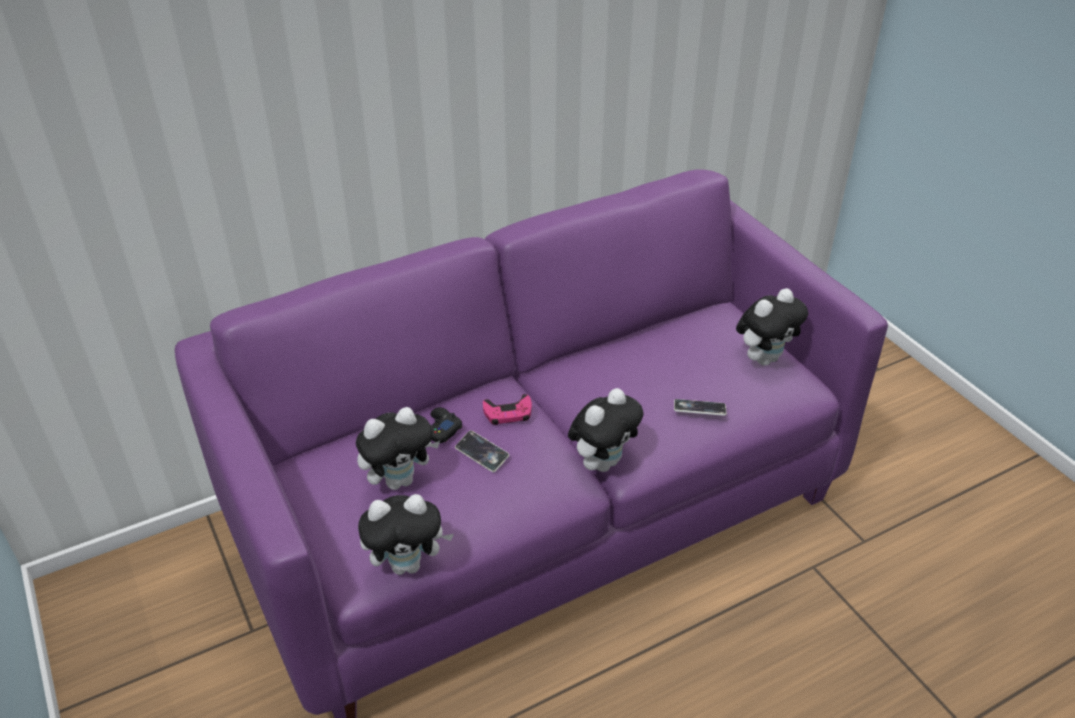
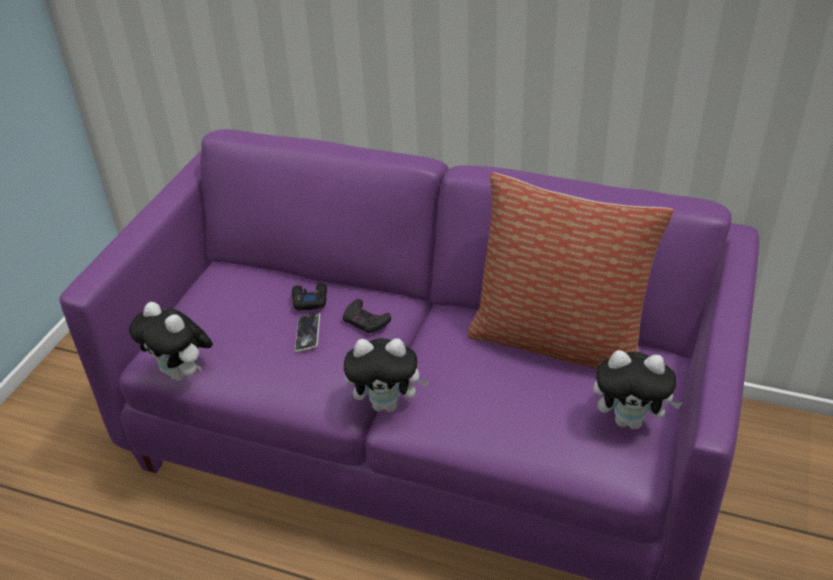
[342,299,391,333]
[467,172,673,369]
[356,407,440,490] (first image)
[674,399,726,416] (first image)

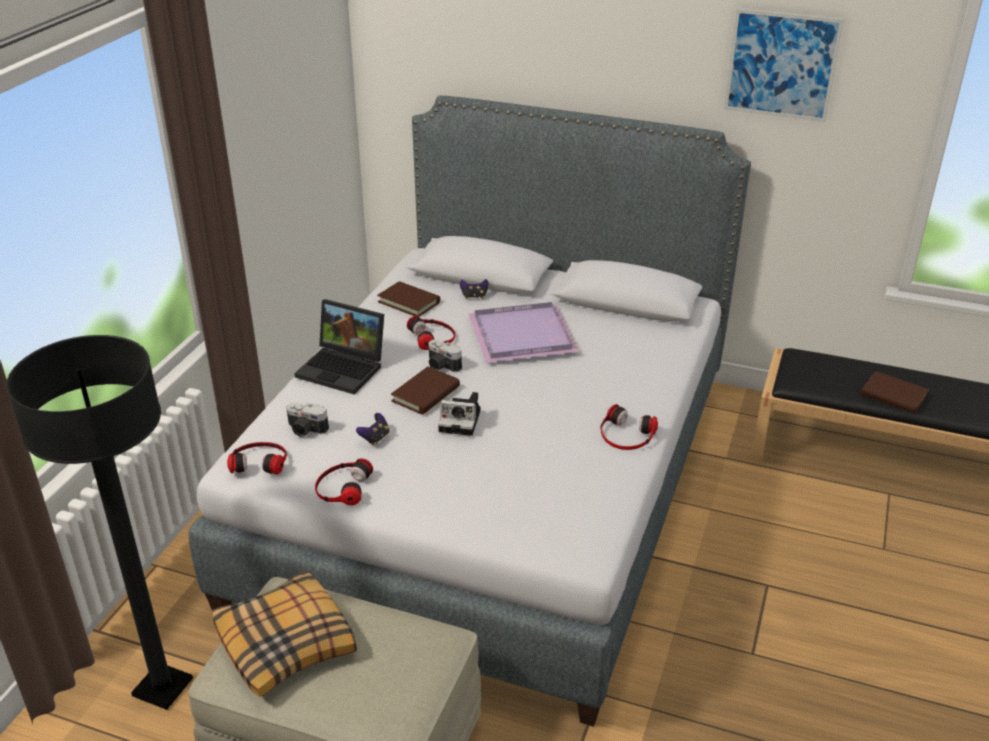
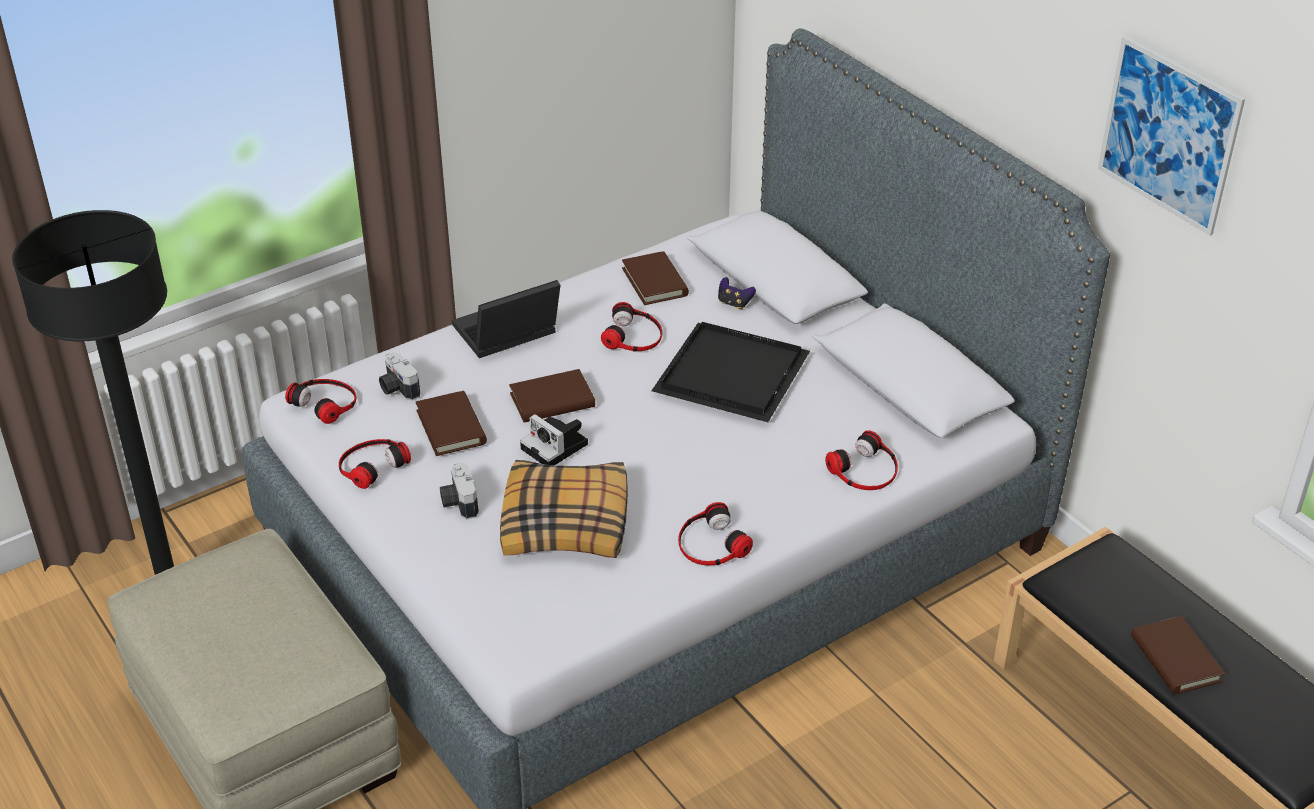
[416,391,487,456]
[440,463,479,519]
[452,280,560,358]
[500,460,628,558]
[651,322,810,422]
[825,430,898,490]

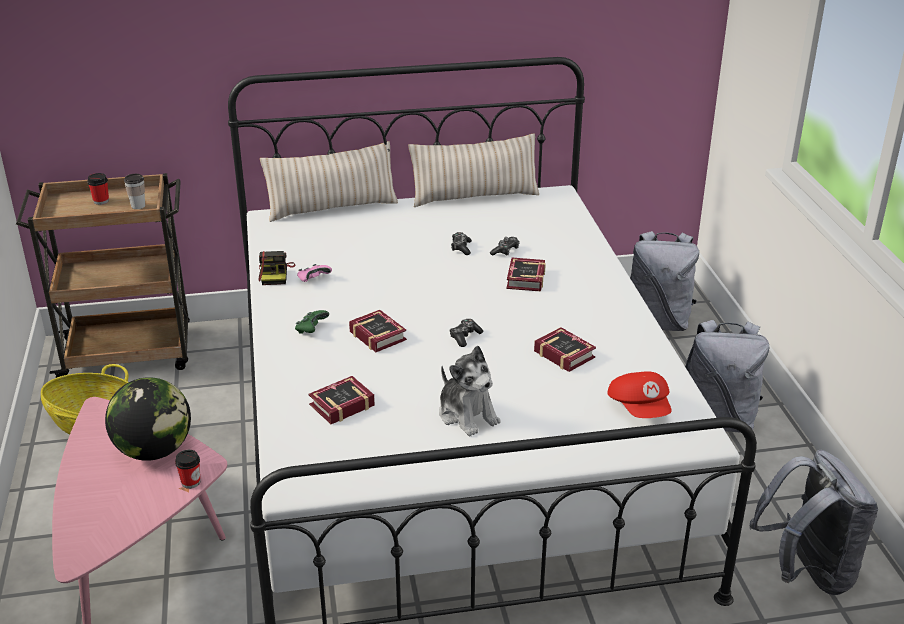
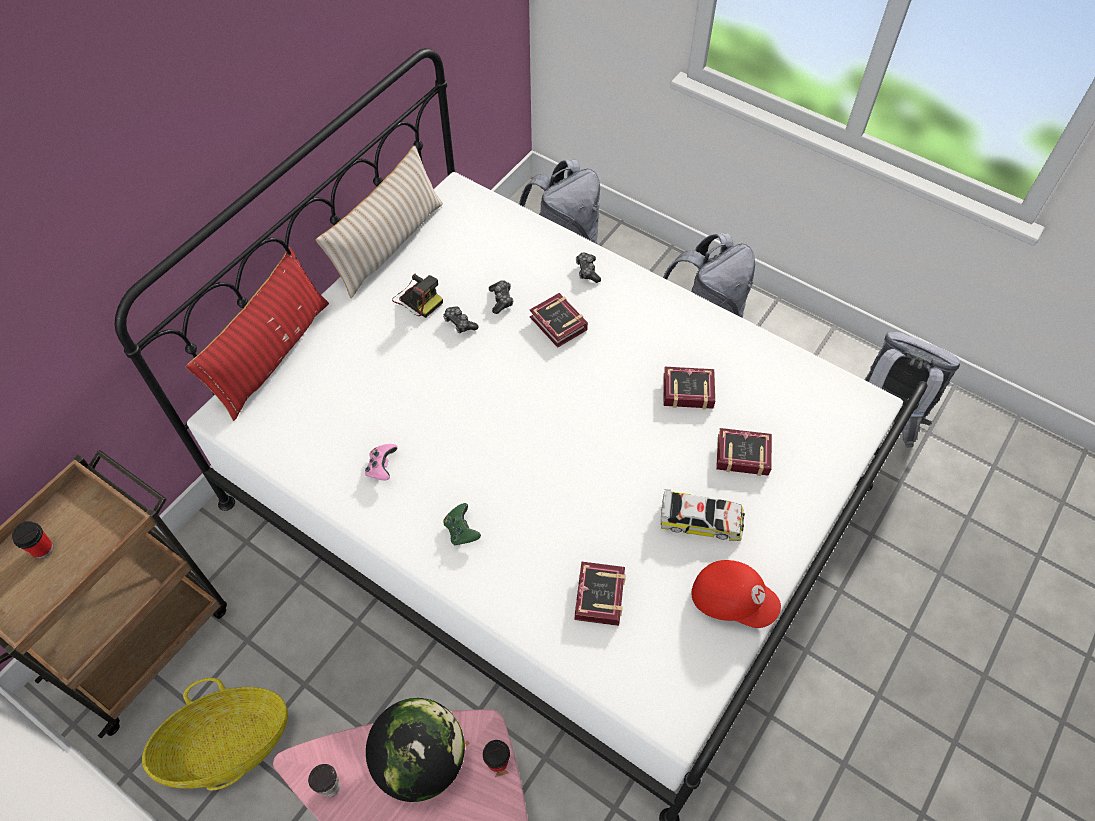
[186,247,329,421]
[308,764,340,797]
[392,273,443,318]
[576,253,601,283]
[660,489,745,541]
[692,560,781,628]
[716,428,772,476]

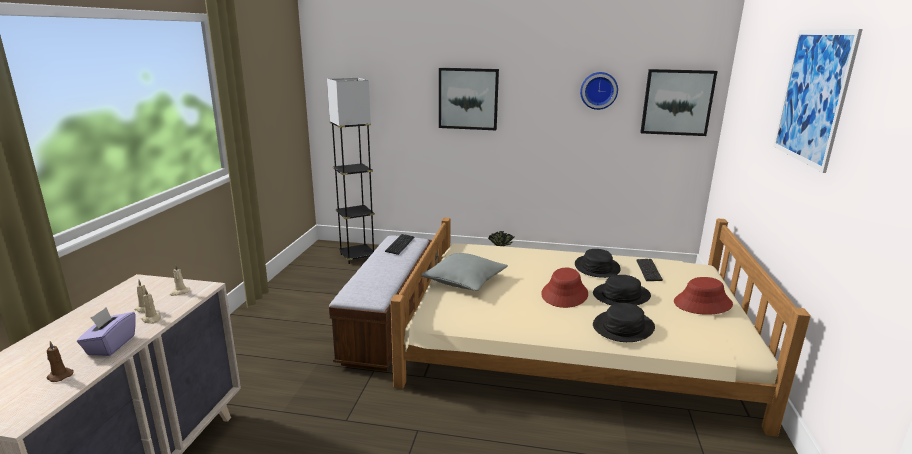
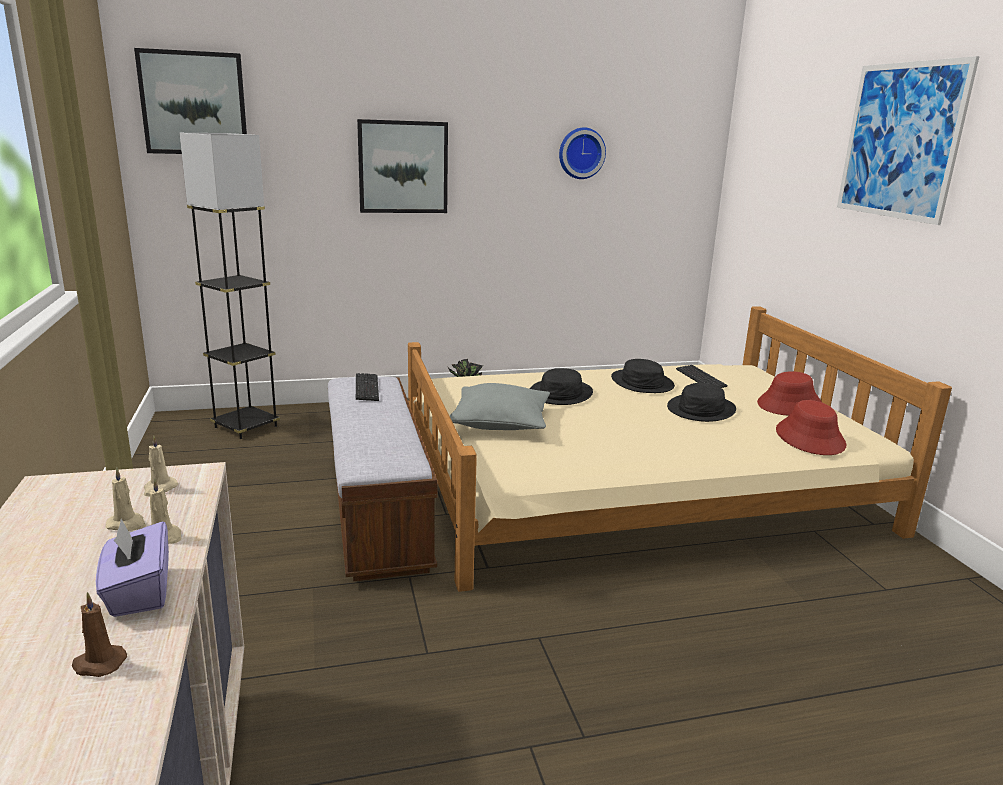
[134,48,247,154]
[530,368,593,405]
[776,400,846,455]

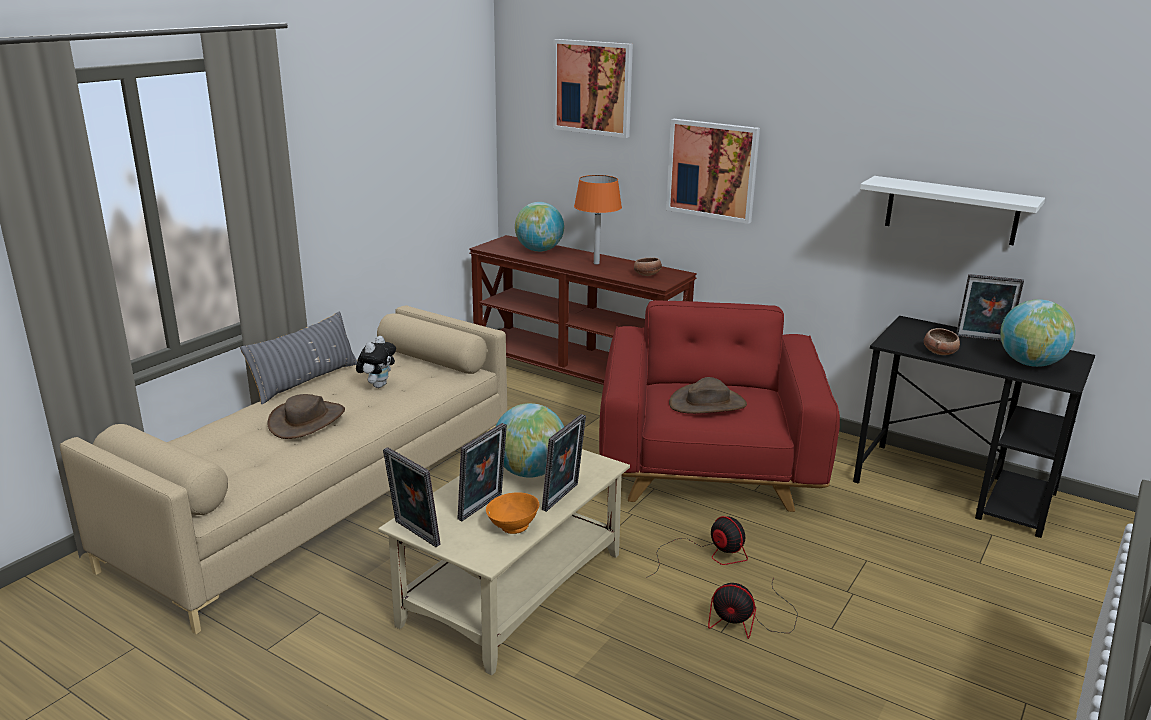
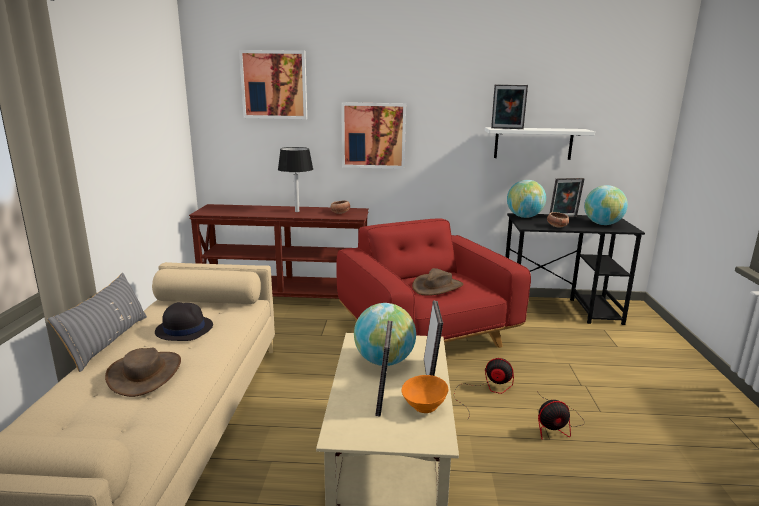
[155,302,213,341]
[278,147,313,212]
[491,84,528,129]
[507,180,546,218]

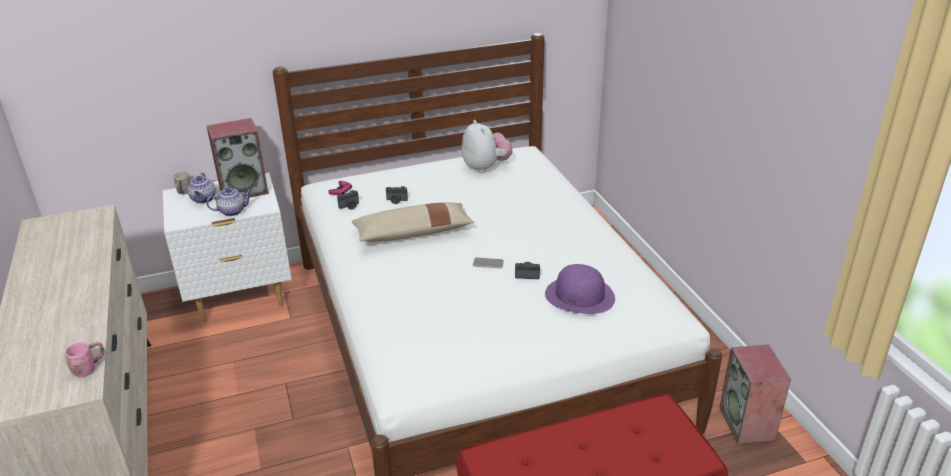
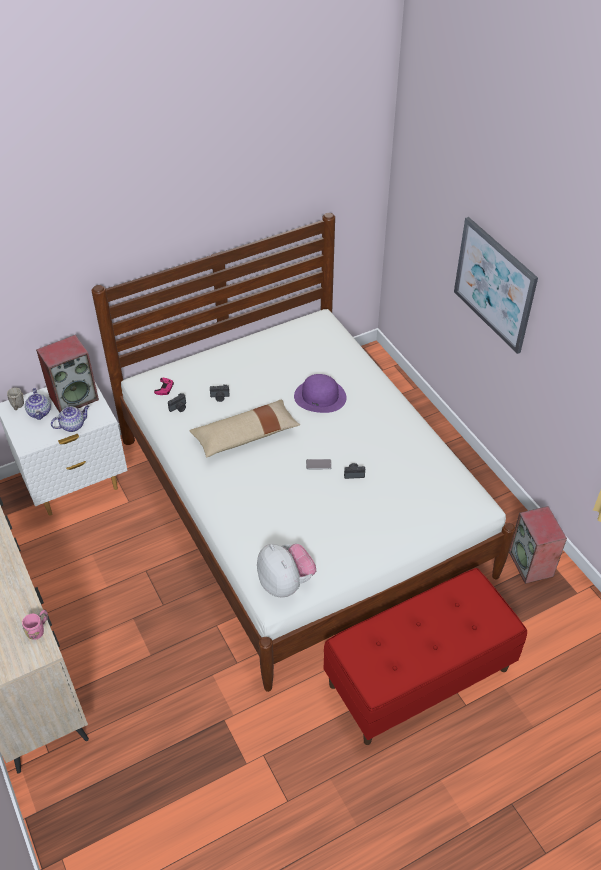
[257,544,316,597]
[294,374,347,413]
[454,217,538,354]

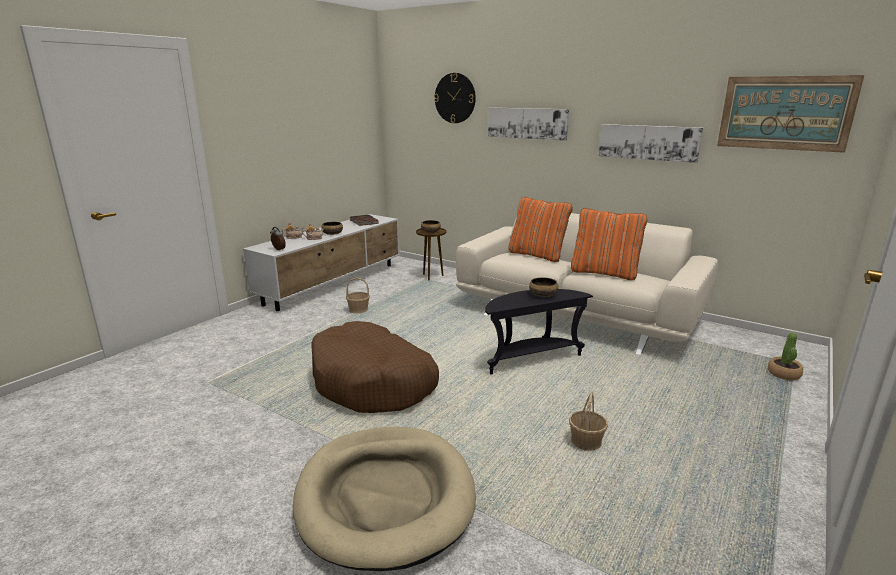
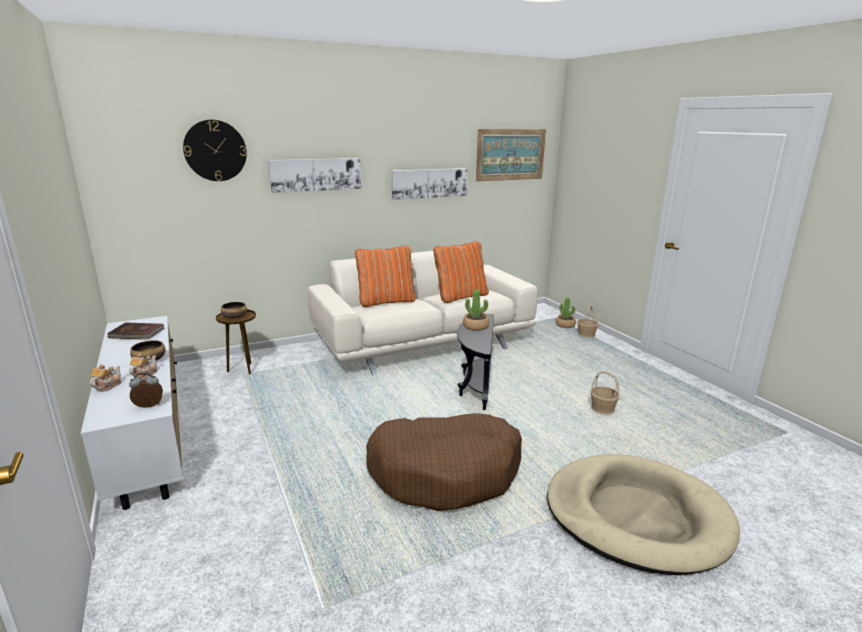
[463,289,489,331]
[577,306,599,338]

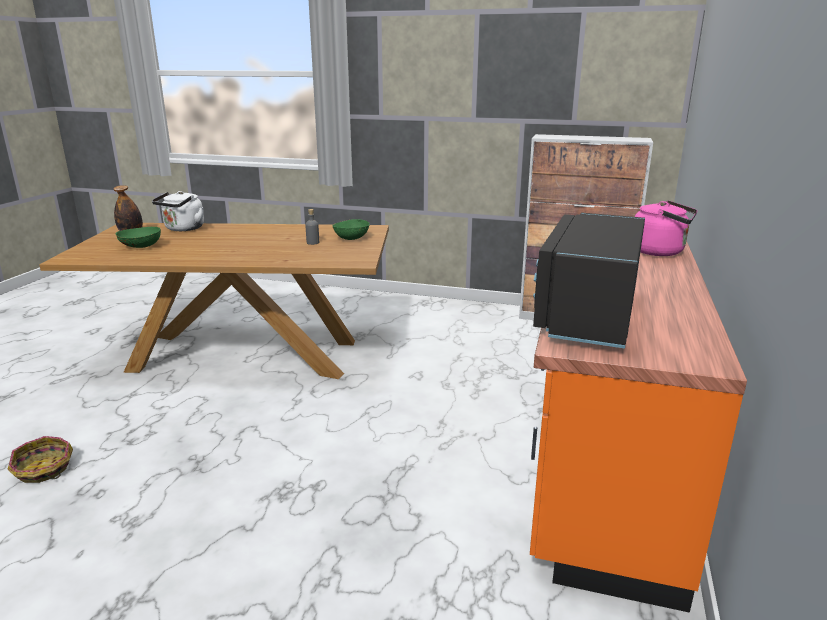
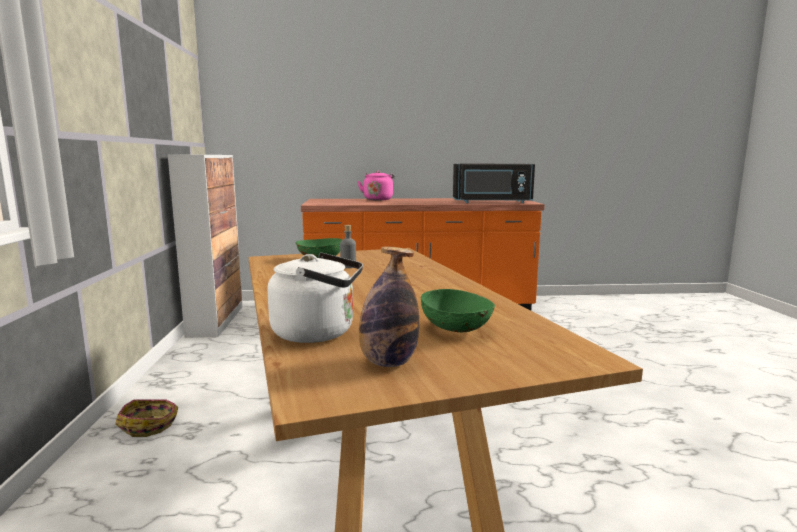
[115,399,178,437]

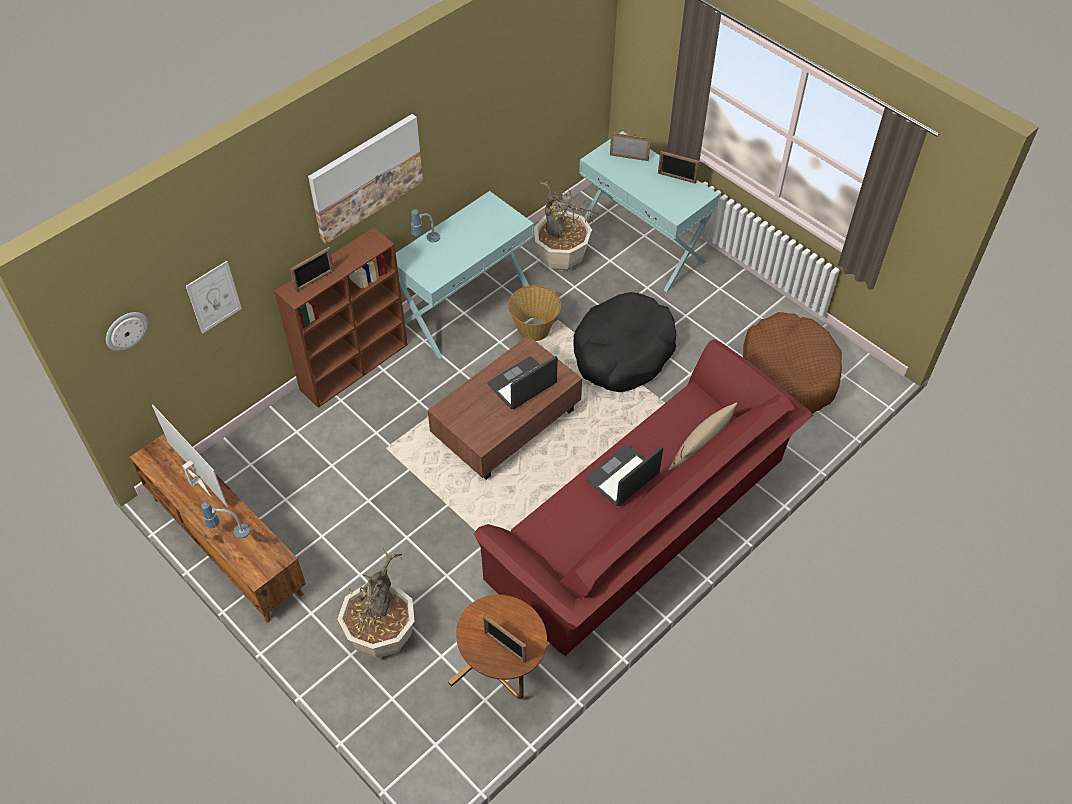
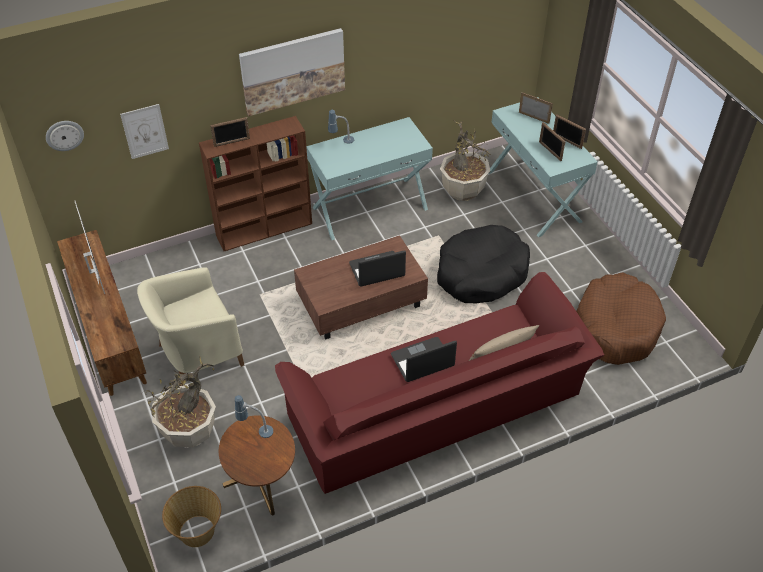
[137,267,244,386]
[162,486,221,547]
[235,395,273,438]
[539,122,566,161]

